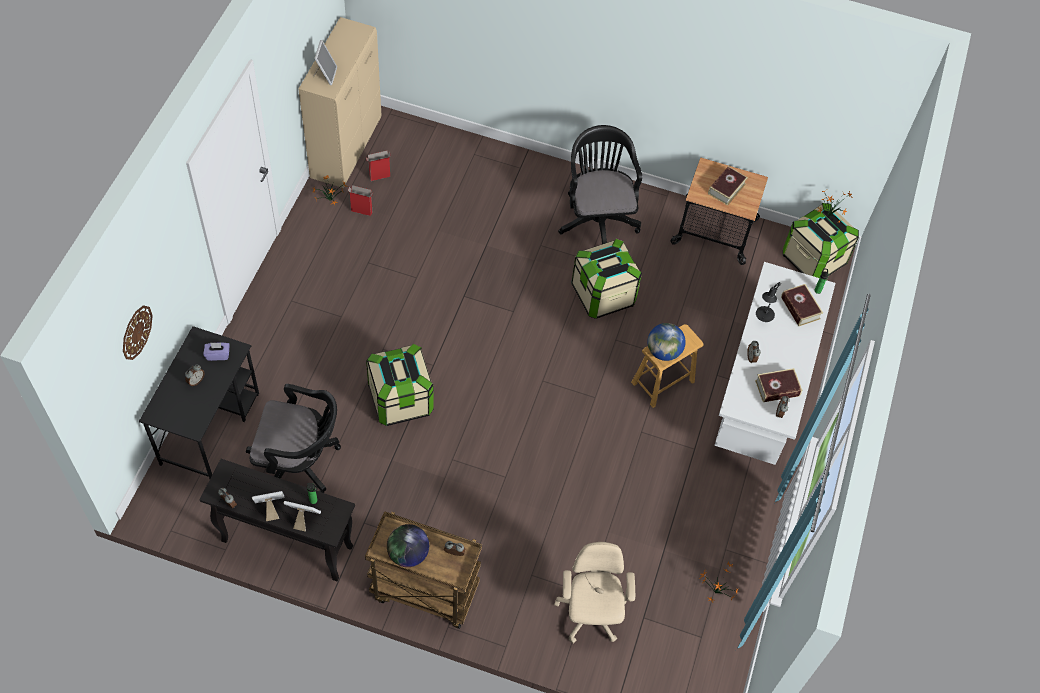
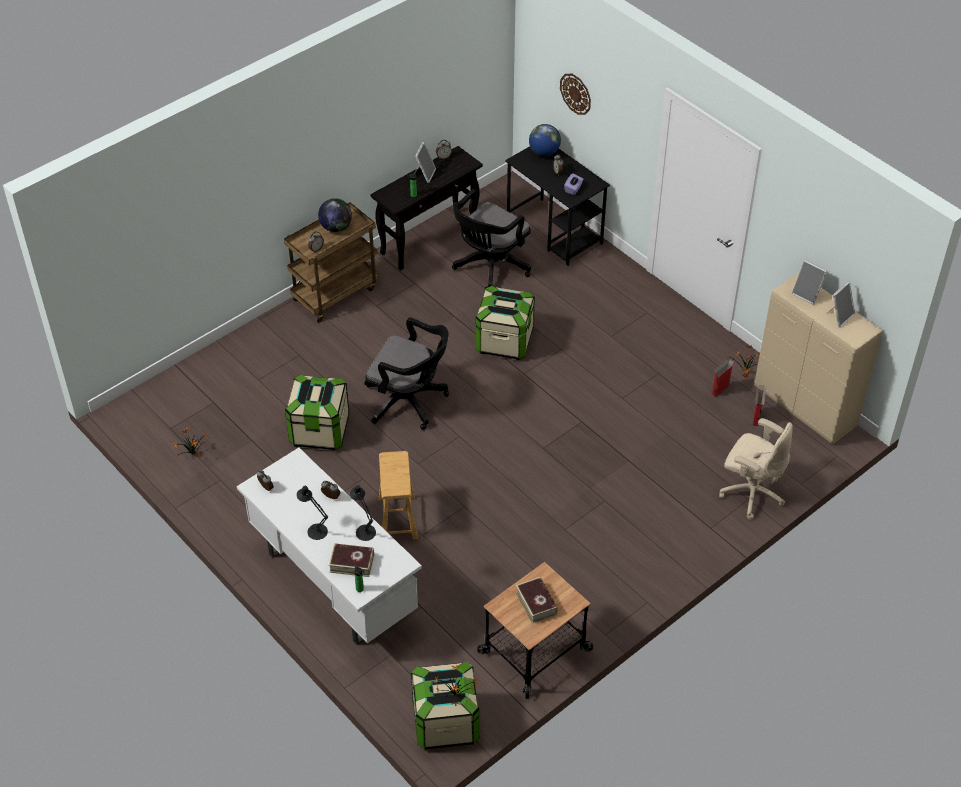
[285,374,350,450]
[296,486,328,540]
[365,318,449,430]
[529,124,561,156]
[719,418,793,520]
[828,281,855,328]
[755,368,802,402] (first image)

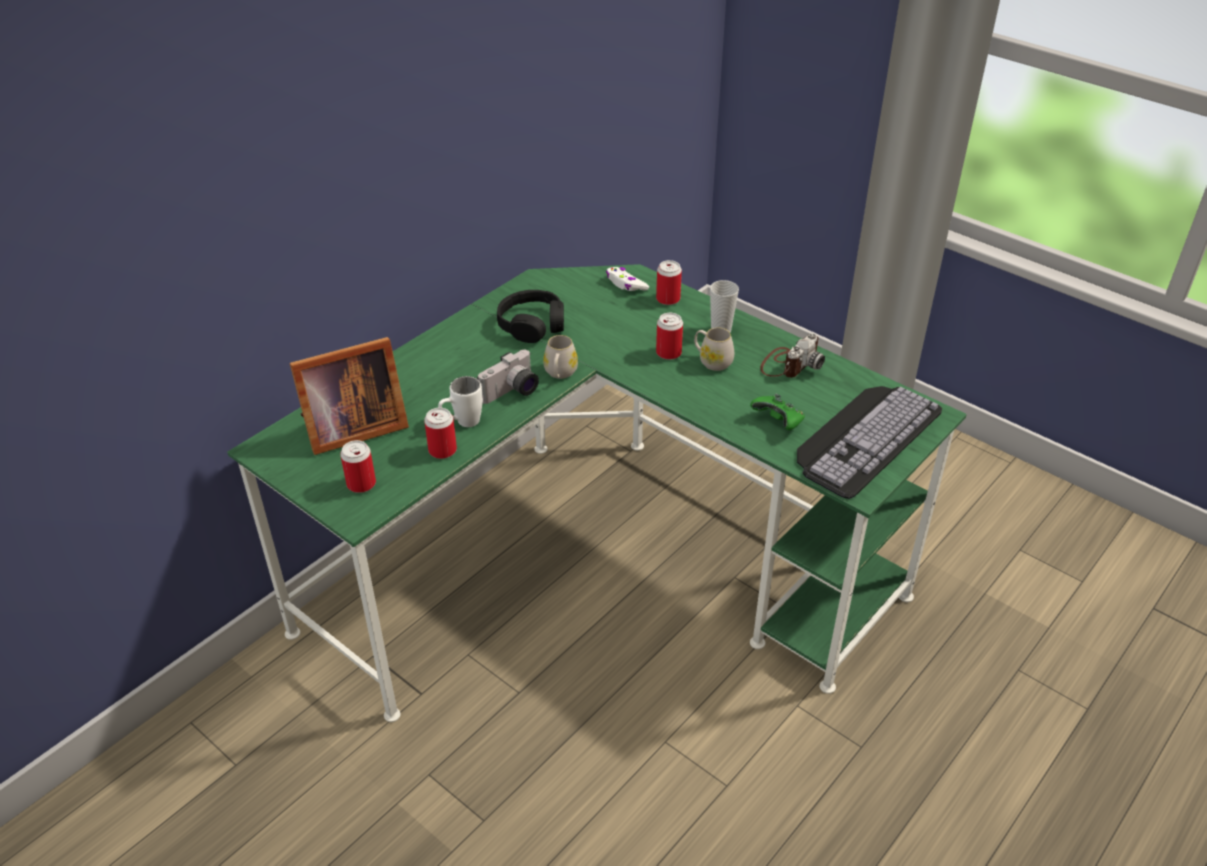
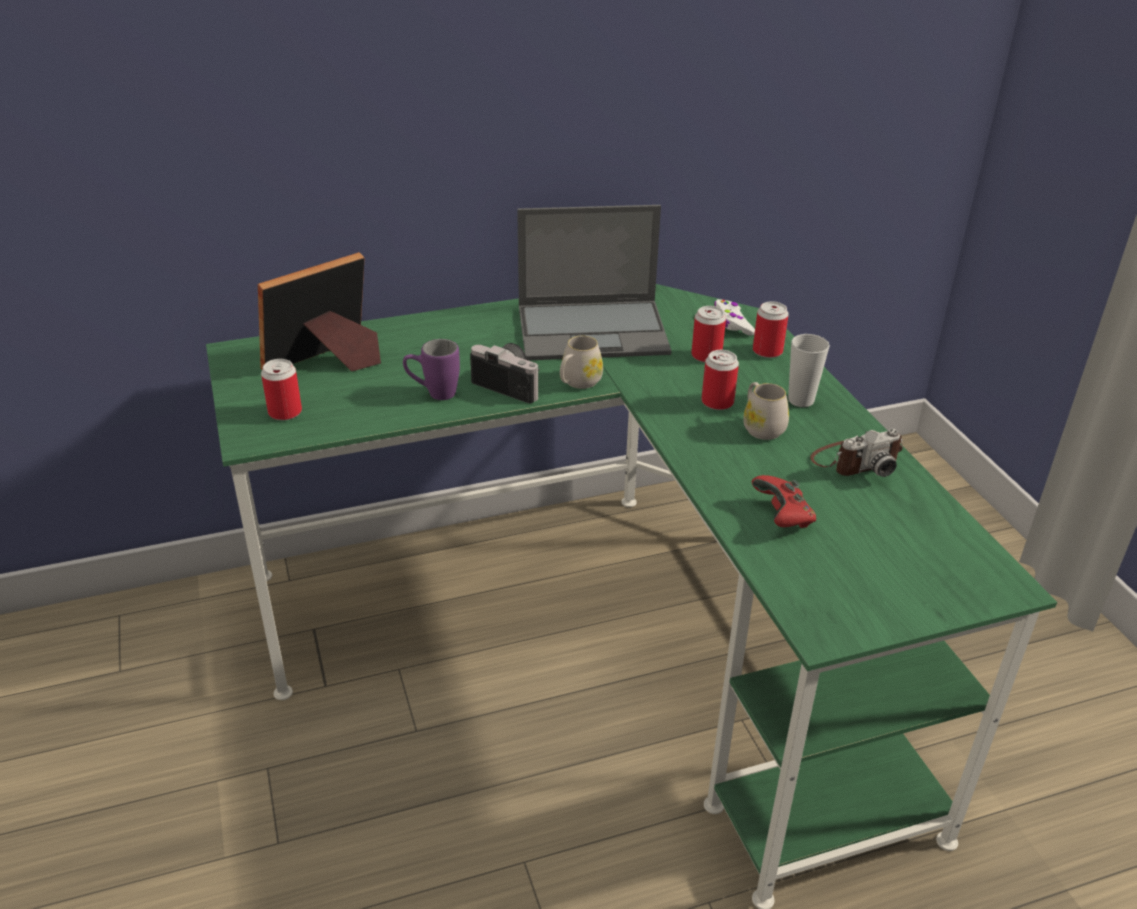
[258,252,381,372]
[403,339,460,400]
[470,343,540,403]
[517,205,671,360]
[691,306,726,362]
[752,475,816,528]
[797,386,942,499] (first image)

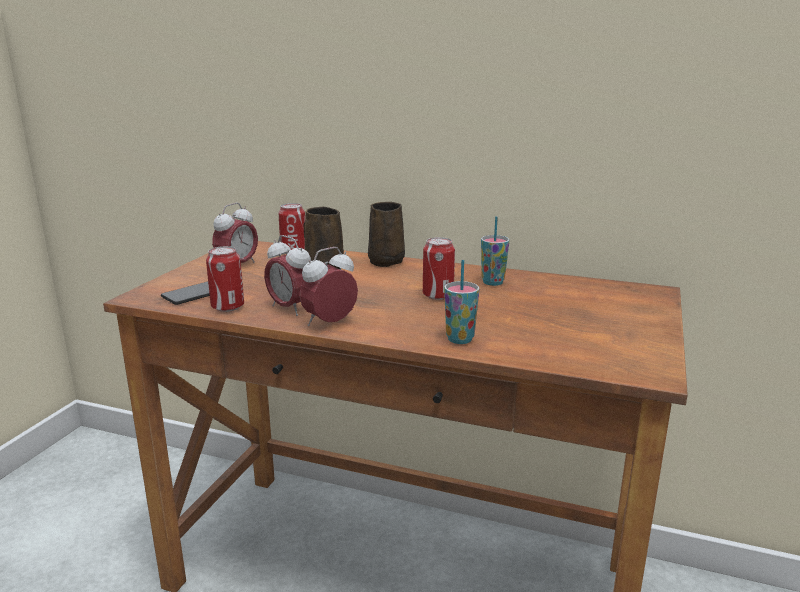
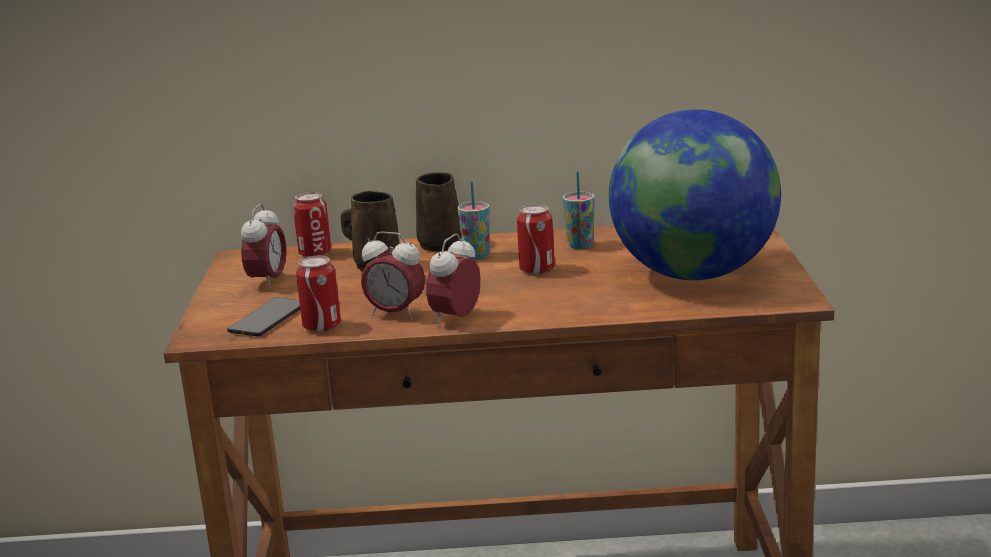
[457,181,490,259]
[609,110,781,281]

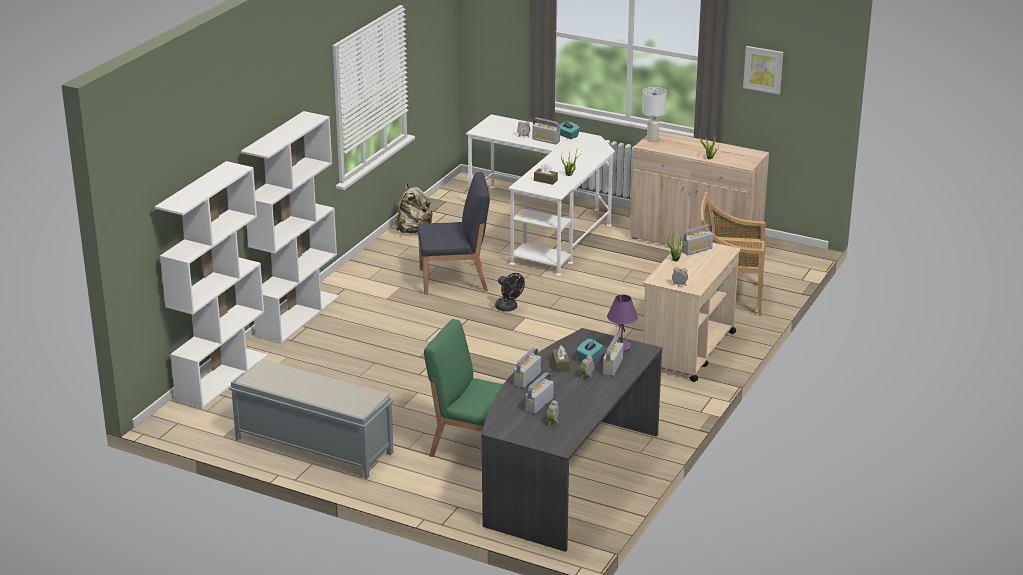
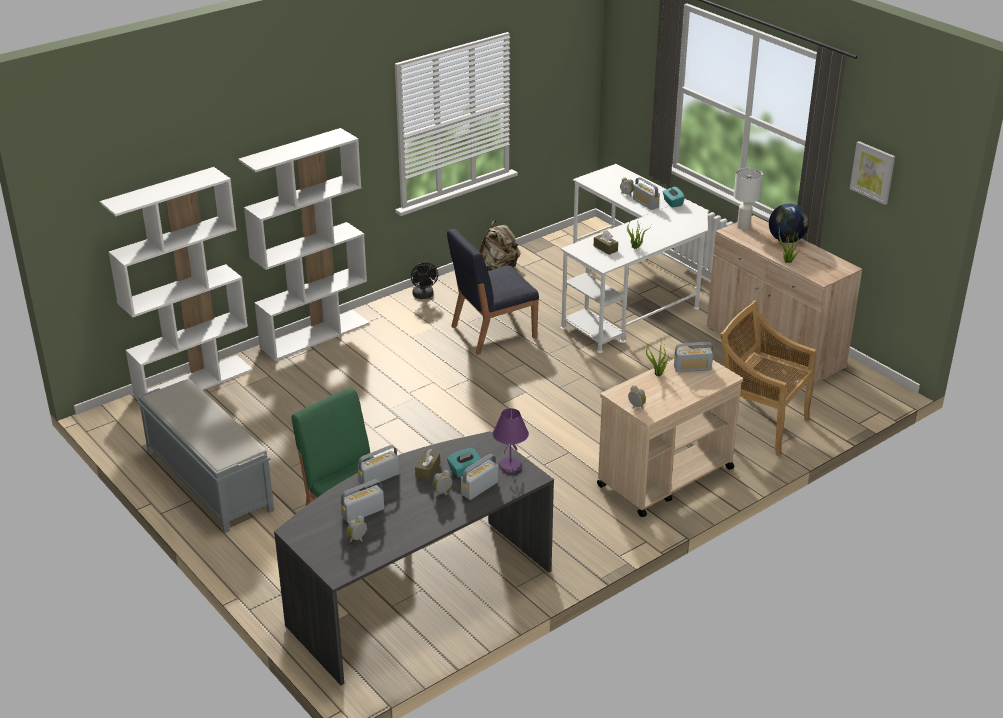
[411,263,438,299]
[447,229,539,355]
[769,203,809,243]

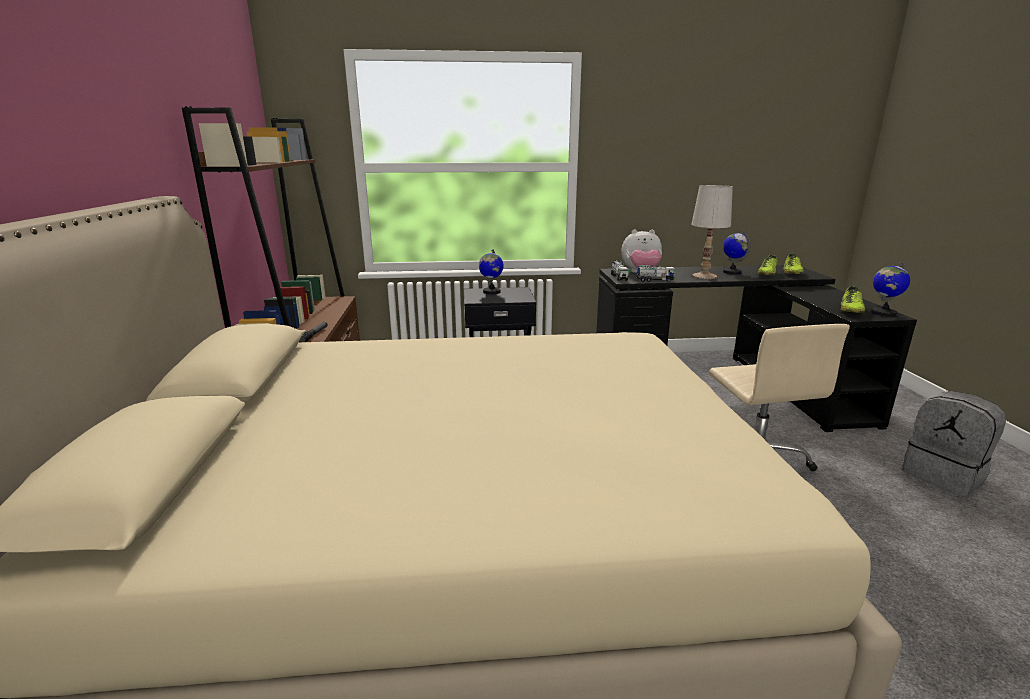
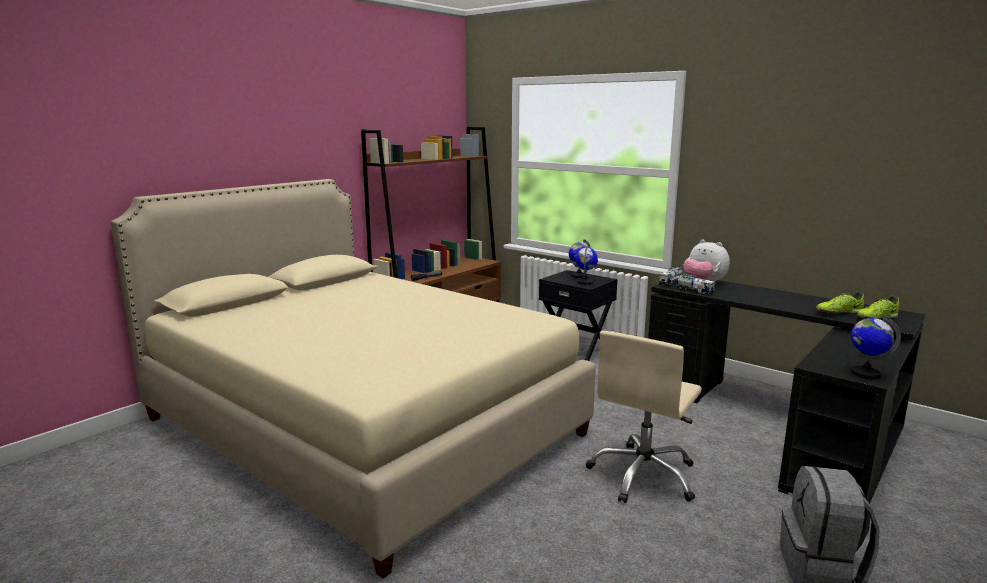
[575,246,598,285]
[691,185,733,279] (first image)
[841,286,865,313] (first image)

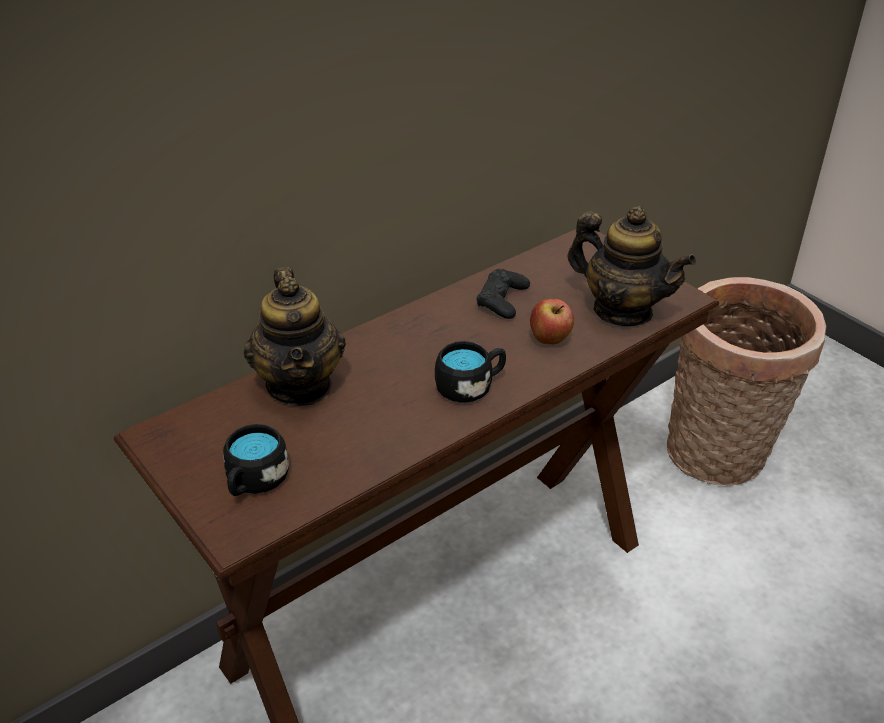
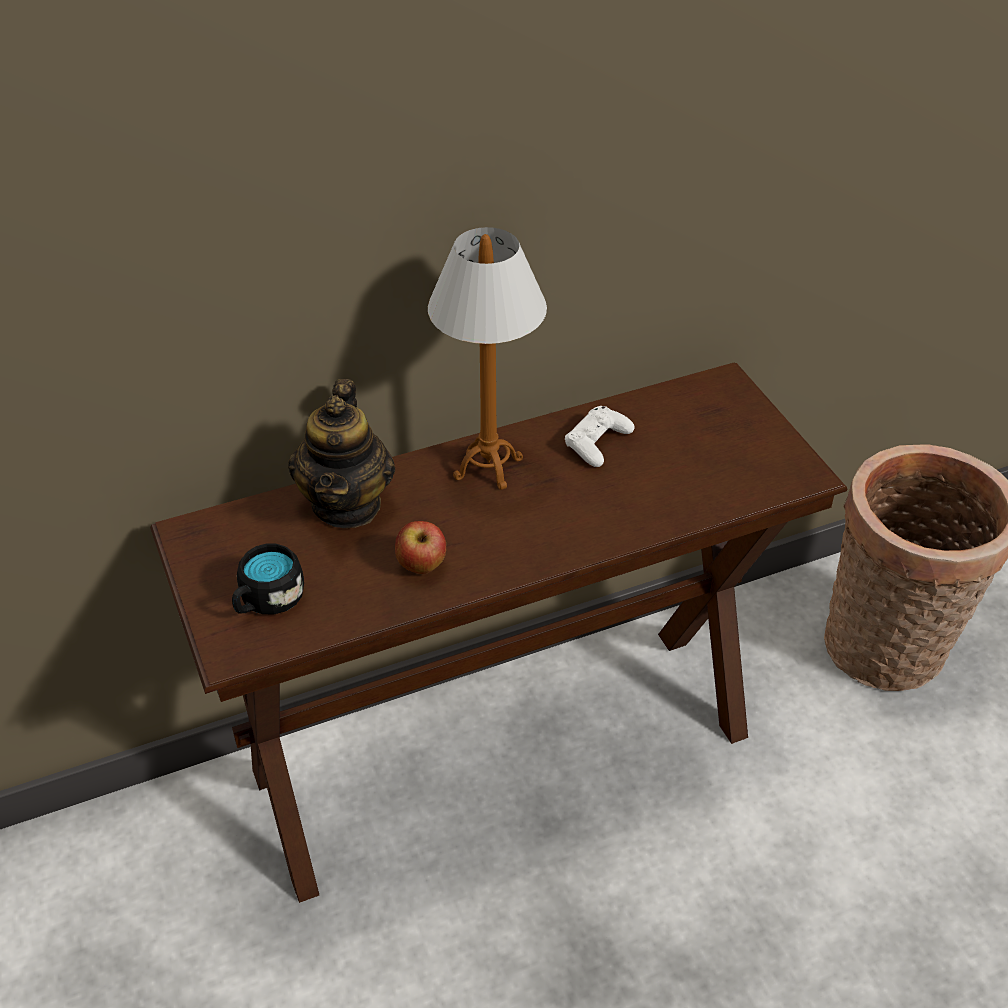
[395,521,446,574]
[428,227,547,490]
[565,406,635,467]
[435,341,506,403] (first image)
[567,206,696,326] (first image)

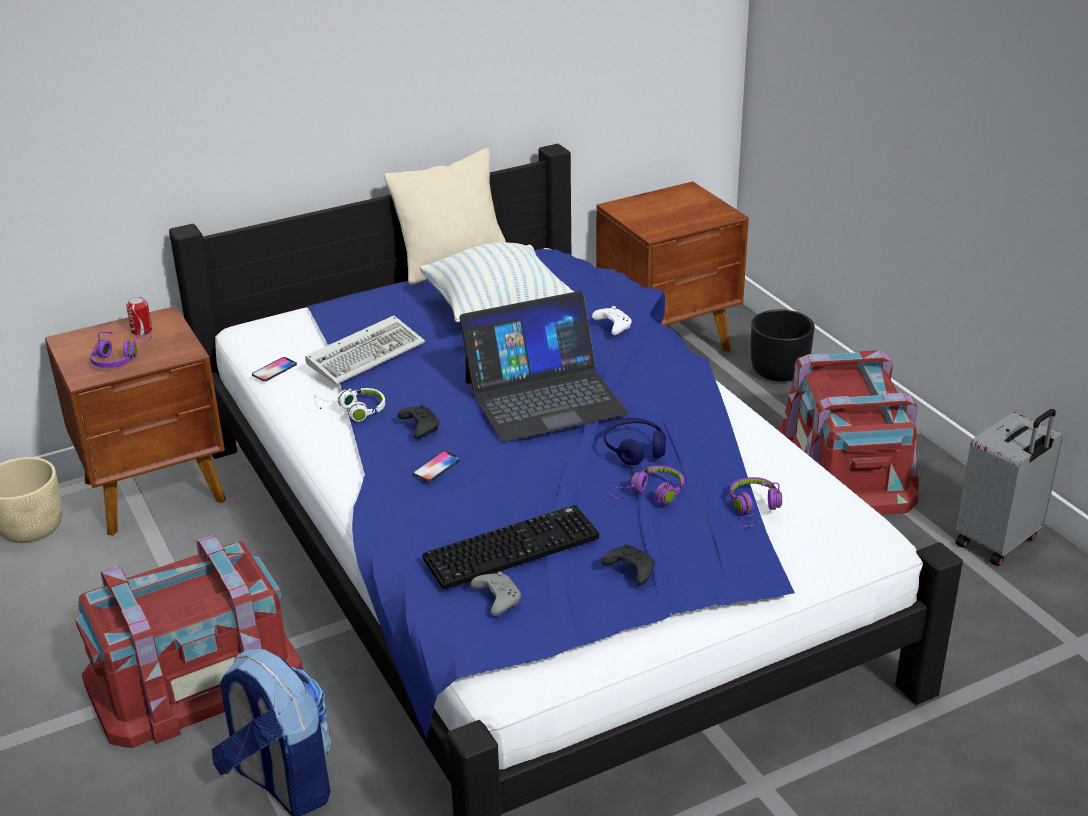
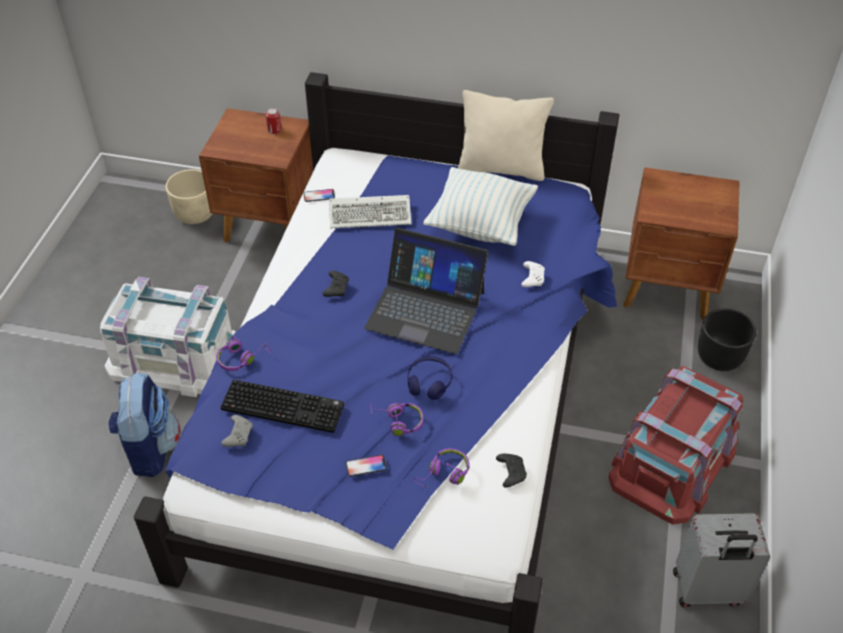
[100,277,236,397]
[216,335,271,371]
[346,455,387,477]
[496,454,527,488]
[314,388,385,422] (first image)

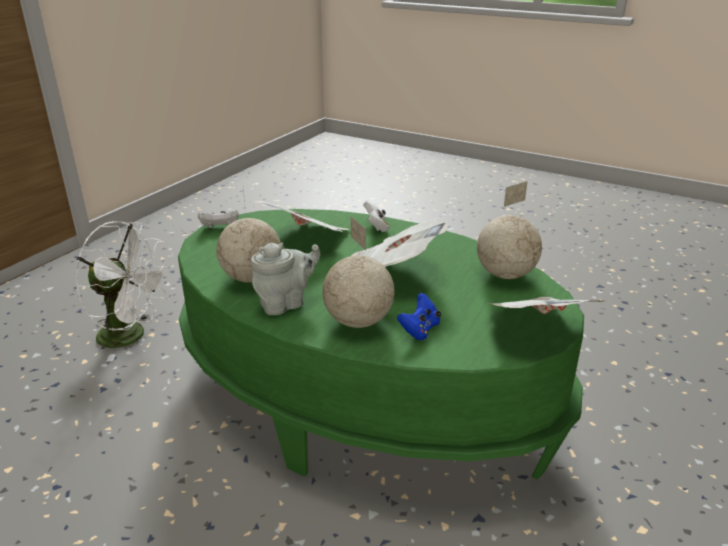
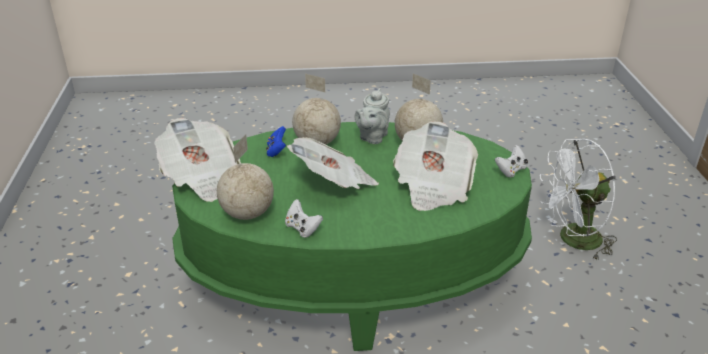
[285,199,323,238]

